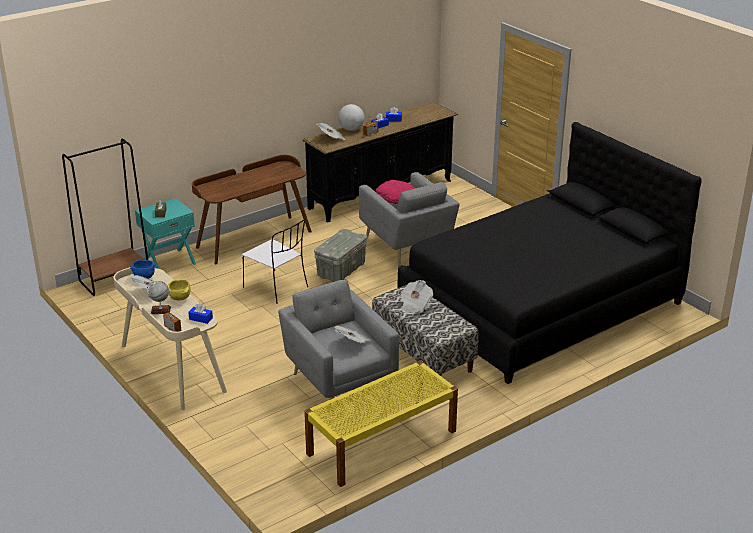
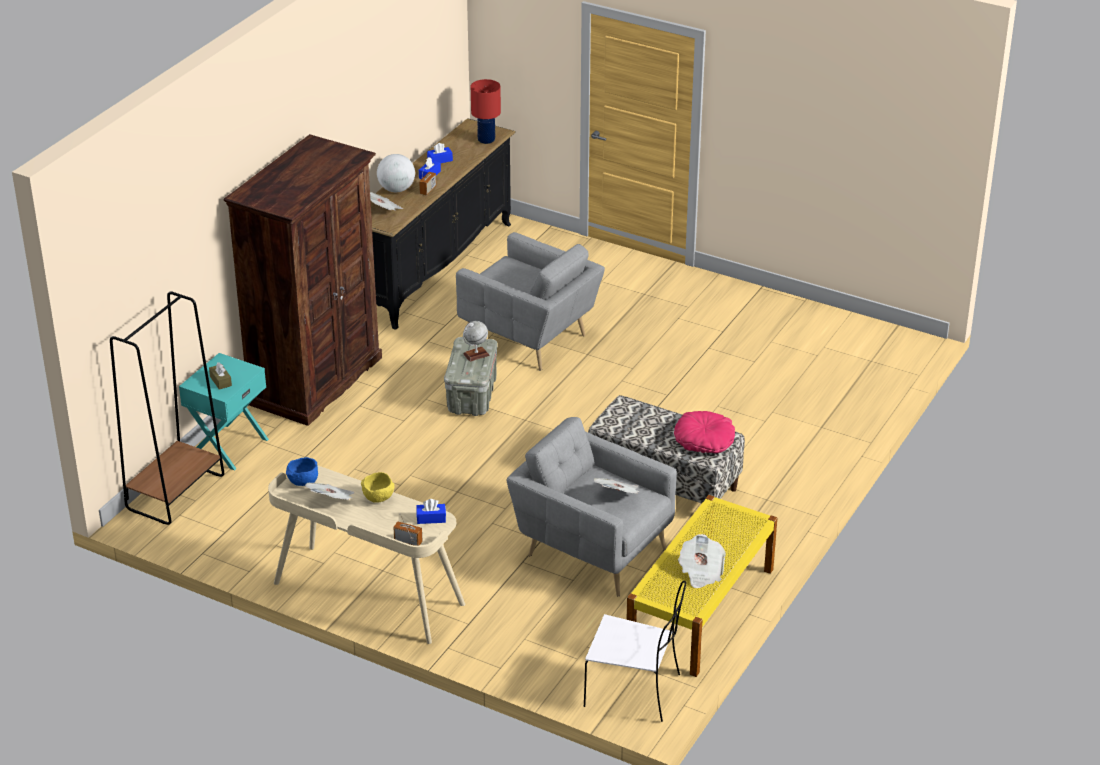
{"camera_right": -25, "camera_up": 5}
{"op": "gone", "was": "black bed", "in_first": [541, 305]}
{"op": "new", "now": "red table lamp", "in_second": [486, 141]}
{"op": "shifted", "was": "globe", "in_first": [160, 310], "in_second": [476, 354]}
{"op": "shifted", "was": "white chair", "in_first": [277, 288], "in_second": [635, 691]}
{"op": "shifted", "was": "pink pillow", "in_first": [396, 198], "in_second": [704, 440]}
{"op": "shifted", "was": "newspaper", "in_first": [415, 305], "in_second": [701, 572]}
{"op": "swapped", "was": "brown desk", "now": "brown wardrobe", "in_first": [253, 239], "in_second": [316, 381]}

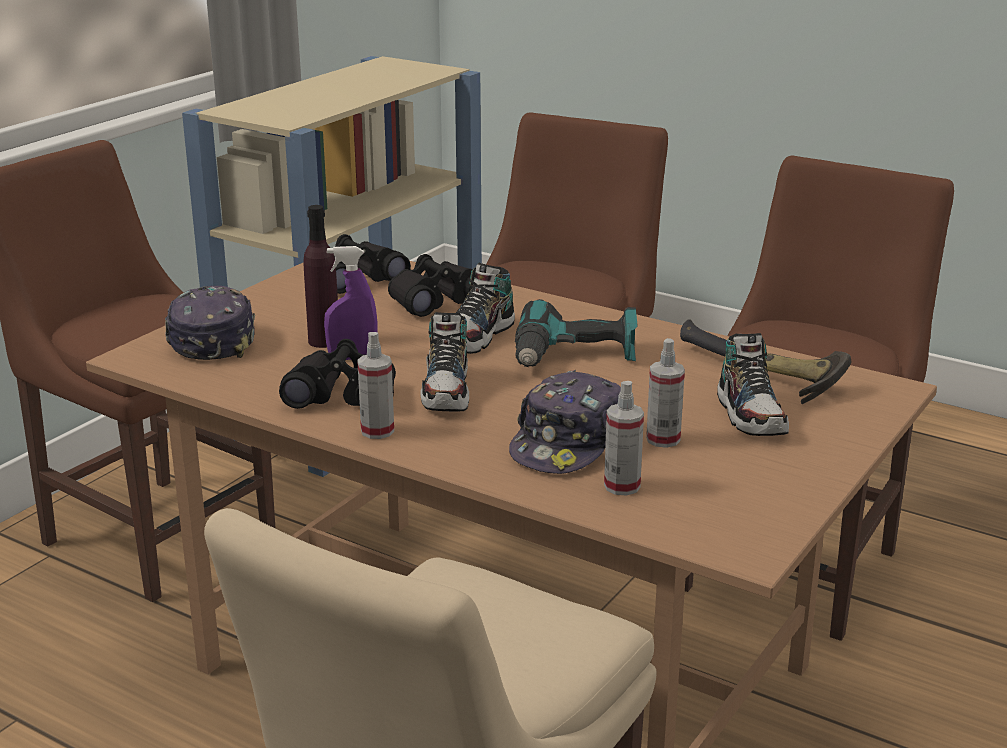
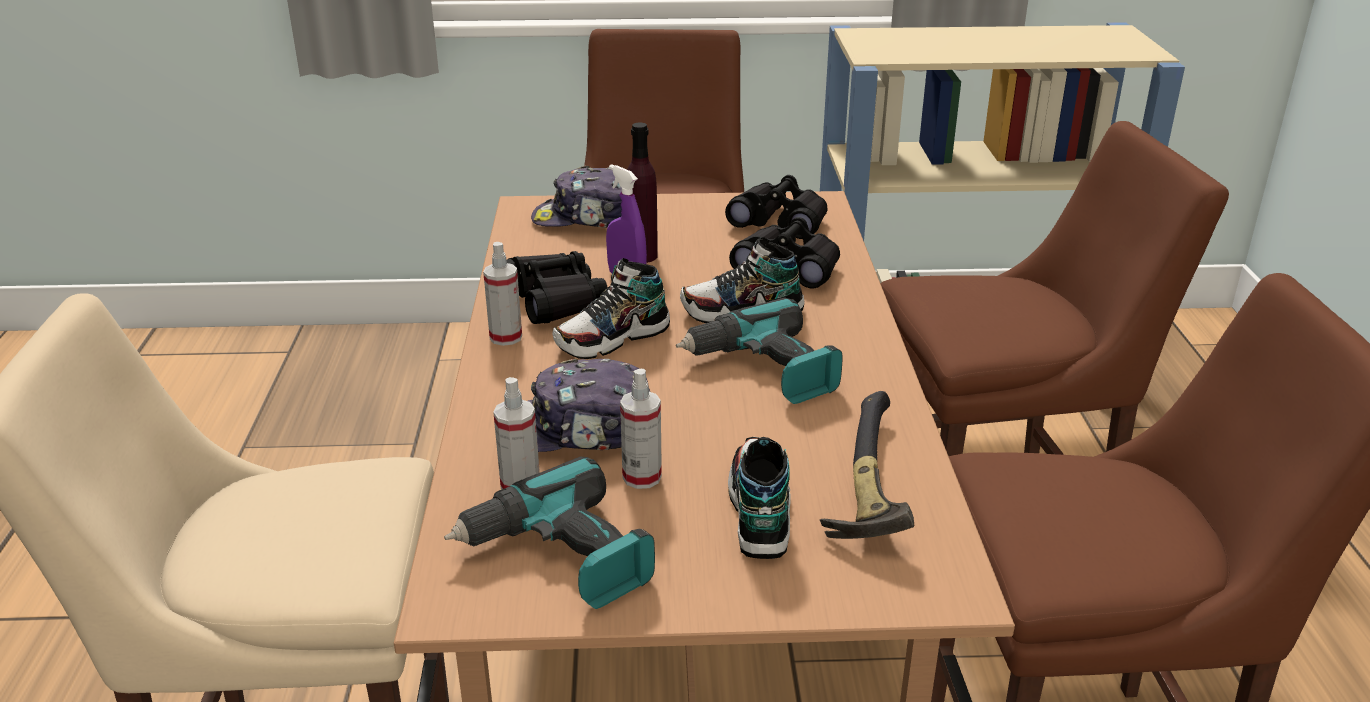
{"camera_right": 55, "camera_up": 5}
{"op": "new", "now": "power drill", "in_second": [560, 558]}
{"op": "rotated", "was": "cap", "in_first": [211, 339], "in_second": [588, 218], "clockwise": -135}
{"op": "rotated", "was": "shoe", "in_first": [750, 415], "in_second": [758, 511], "clockwise": 135}

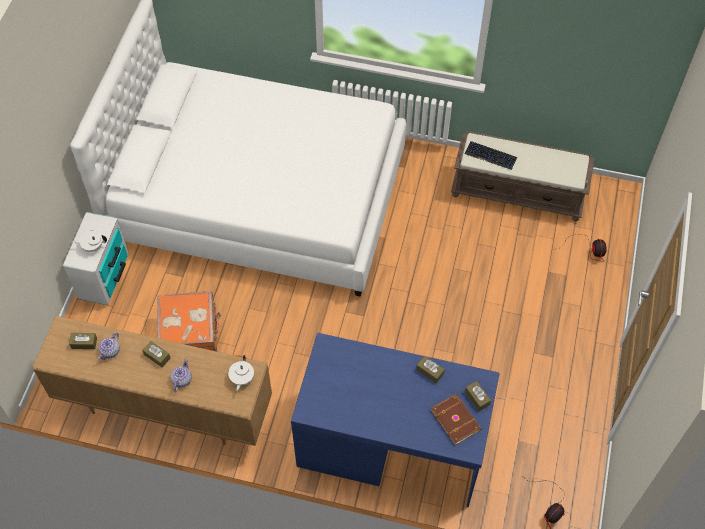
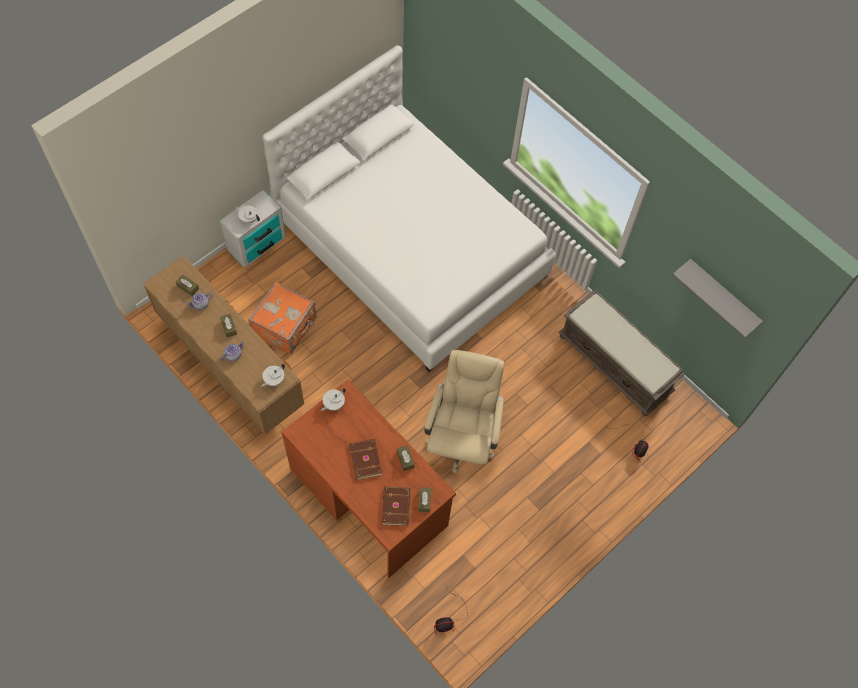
{"camera_right": 30, "camera_up": 5}
{"op": "gone", "was": "keyboard", "in_first": [490, 156]}
{"op": "new", "now": "white teapot", "in_second": [333, 404]}
{"op": "new", "now": "brown book", "in_second": [364, 460]}
{"op": "new", "now": "beige office chair", "in_second": [461, 441]}
{"op": "new", "now": "grey shelf", "in_second": [722, 296]}
{"op": "repainted", "was": "blue desk", "now": "brown desk", "in_first": [391, 443], "in_second": [369, 495]}

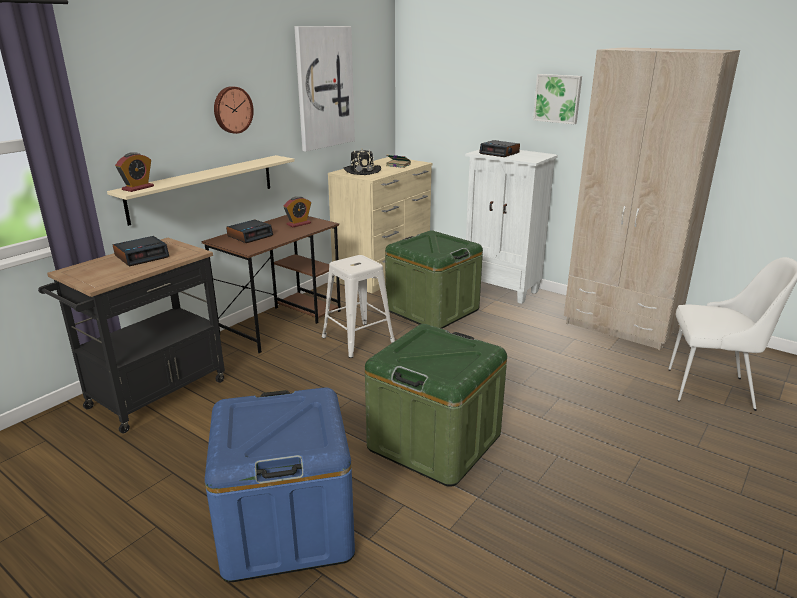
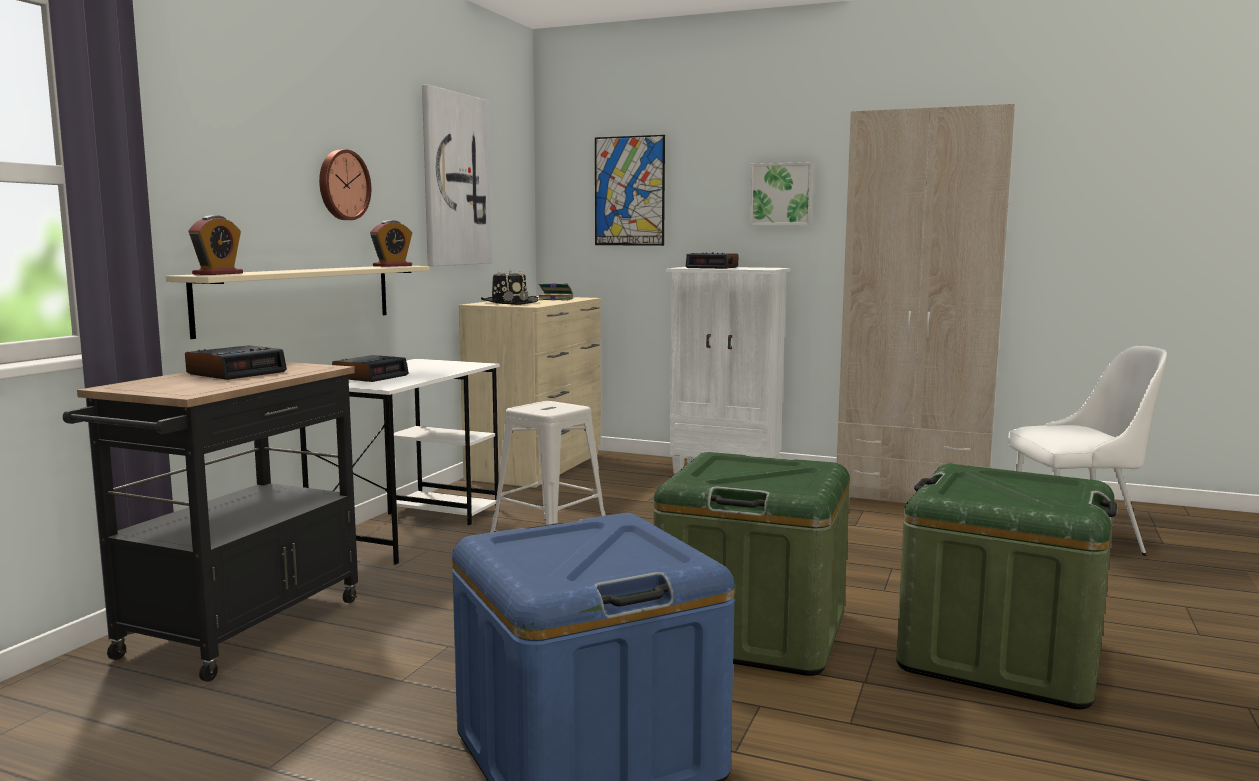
{"camera_right": -15, "camera_up": -15}
{"op": "new", "now": "picture", "in_second": [629, 191]}
{"op": "shifted", "was": "alarm clock", "in_first": [298, 224], "in_second": [392, 266]}
{"op": "shifted", "was": "green storage box", "in_first": [432, 310], "in_second": [1000, 656]}
{"op": "repainted", "was": "brown desk", "now": "white desk", "in_first": [282, 322], "in_second": [410, 527]}

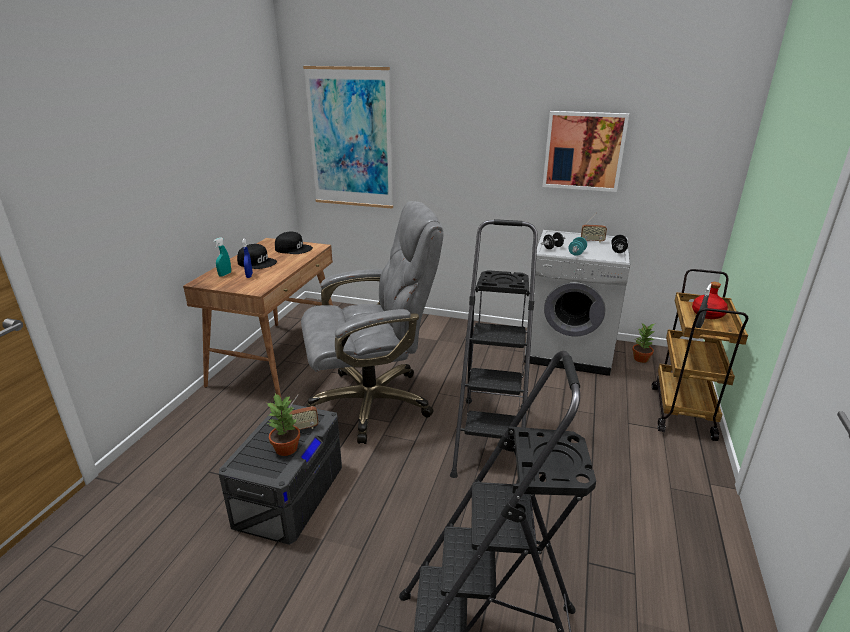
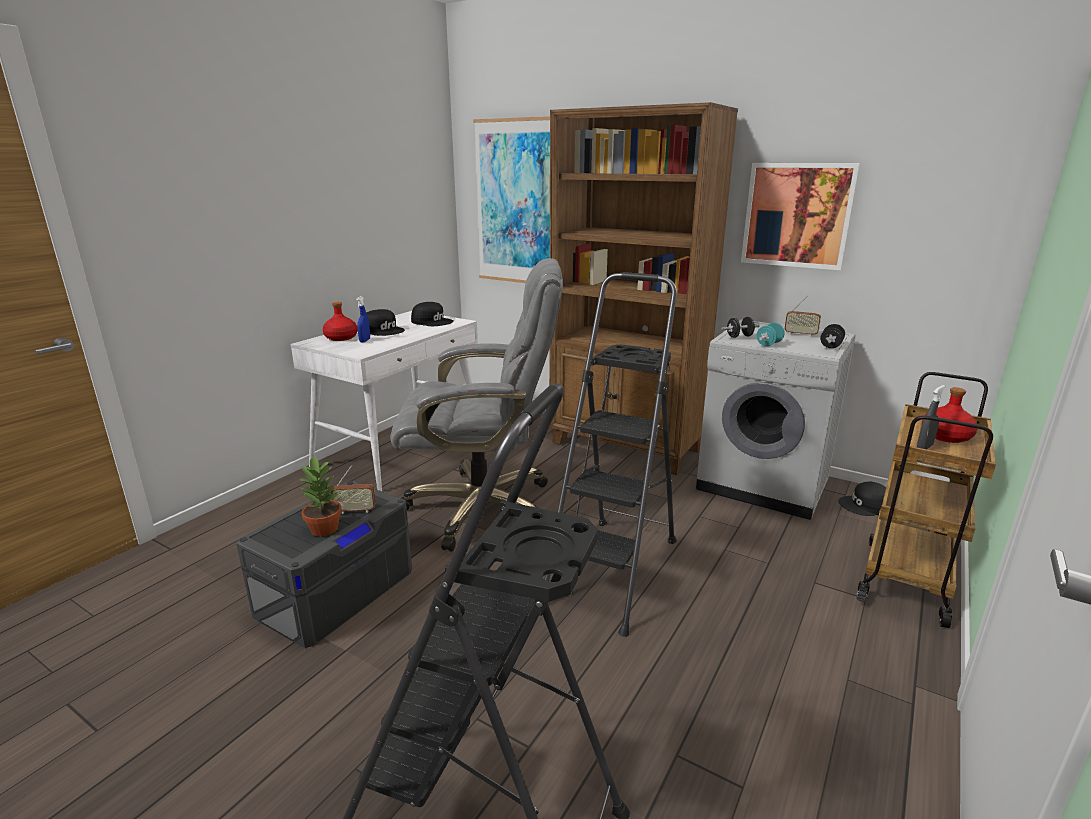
{"camera_right": 15, "camera_up": -5}
{"op": "new", "now": "brown bookcase", "in_second": [626, 446]}
{"op": "swapped", "was": "turquoise spray bottle", "now": "red bottle", "in_first": [225, 274], "in_second": [340, 338]}
{"op": "swapped", "was": "potted plant", "now": "black cap", "in_first": [641, 359], "in_second": [866, 506]}
{"op": "repainted", "was": "brown desk", "now": "white desk", "in_first": [277, 359], "in_second": [401, 449]}

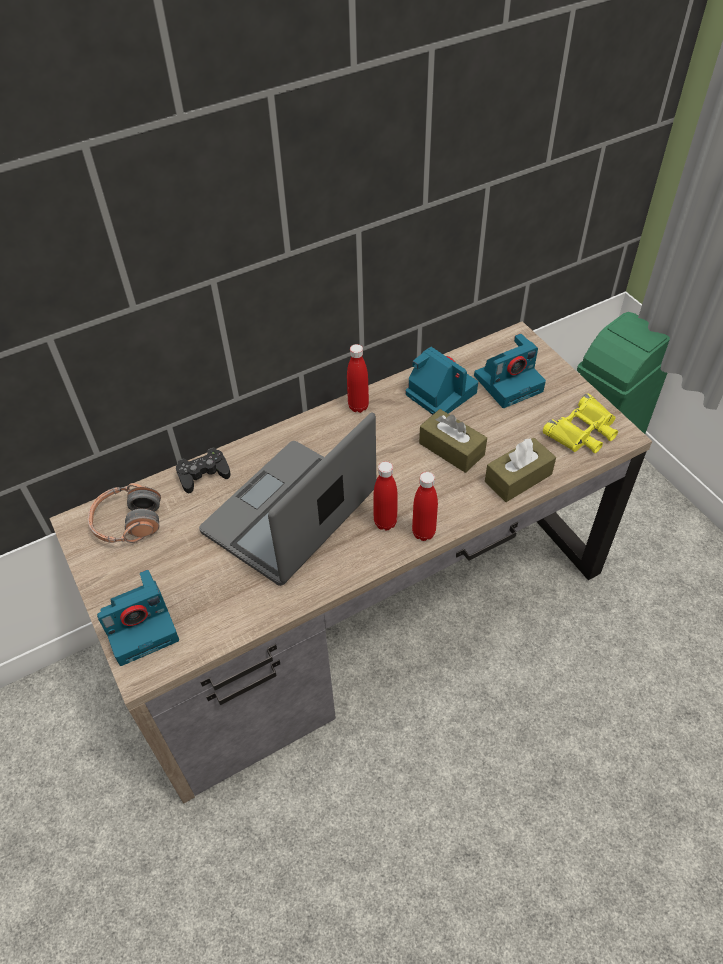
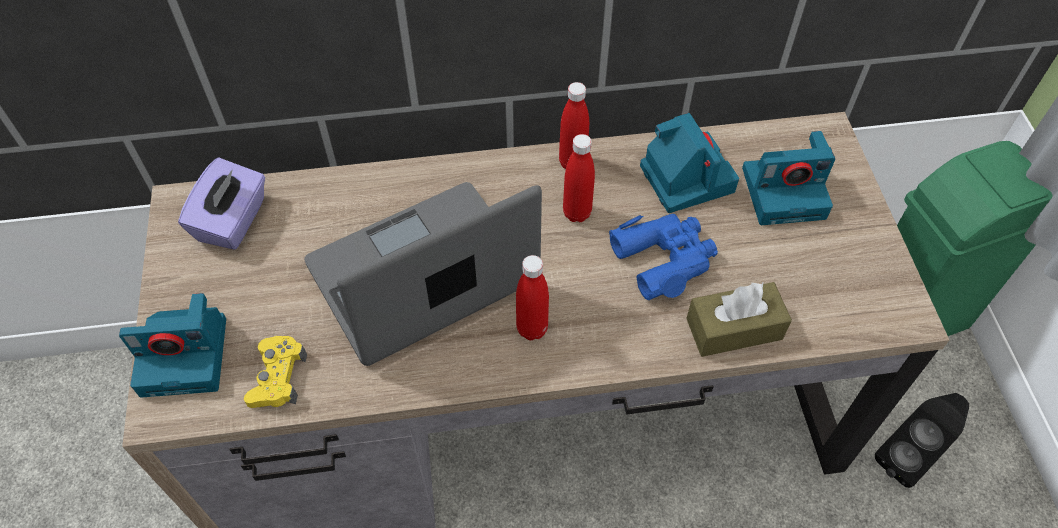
{"camera_right": 20, "camera_up": 5}
{"op": "gone", "was": "black game controller", "in_first": [203, 474]}
{"op": "gone", "was": "yellow binoculars", "in_first": [583, 431]}
{"op": "new", "now": "yellow game controller", "in_second": [277, 377]}
{"op": "new", "now": "black speaker", "in_second": [907, 456]}
{"op": "shifted", "was": "red bottle", "in_first": [423, 533], "in_second": [577, 213]}
{"op": "swapped", "was": "headphones", "now": "purple tissue box", "in_first": [128, 522], "in_second": [233, 221]}
{"op": "swapped", "was": "brown tissue box", "now": "blue binoculars", "in_first": [451, 449], "in_second": [664, 259]}

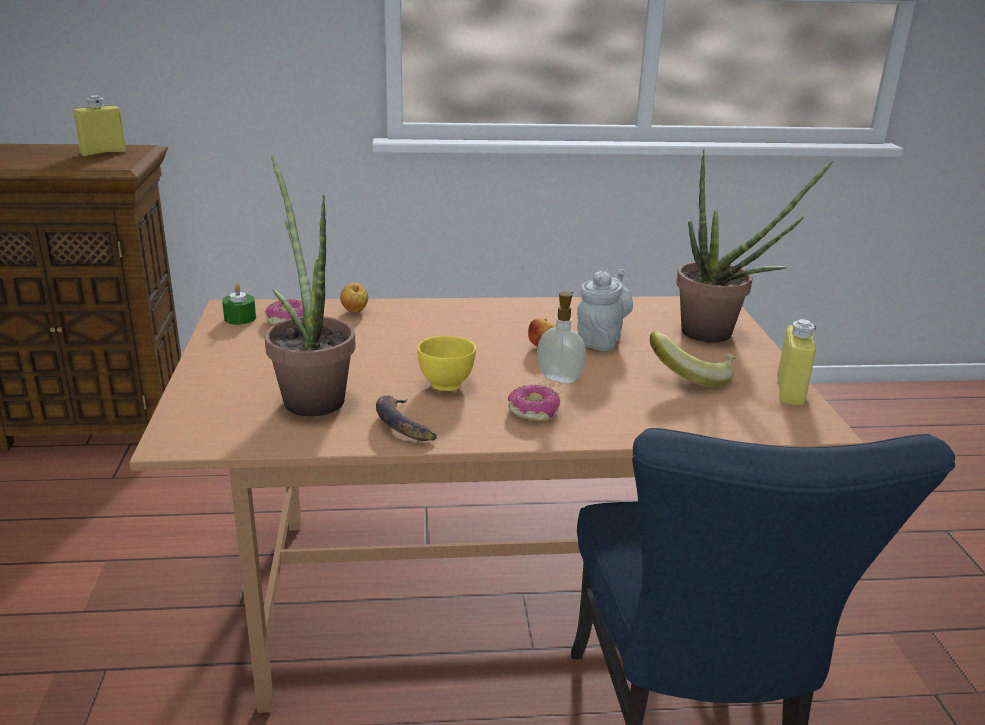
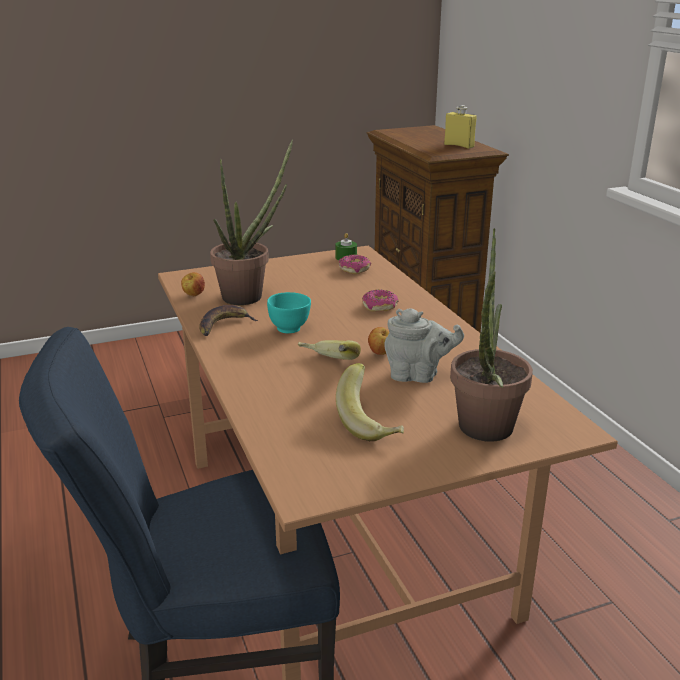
{"camera_right": 75, "camera_up": 0}
{"op": "gone", "was": "yellow bottle", "in_first": [790, 391]}
{"op": "shifted", "was": "apple", "in_first": [355, 312], "in_second": [193, 295]}
{"op": "shifted", "was": "donut", "in_first": [534, 411], "in_second": [380, 306]}
{"op": "swapped", "was": "soap dispenser", "now": "banana", "in_first": [560, 378], "in_second": [327, 366]}
{"op": "repainted", "was": "yellow bowl", "now": "turquoise bowl", "in_first": [446, 384], "in_second": [289, 329]}

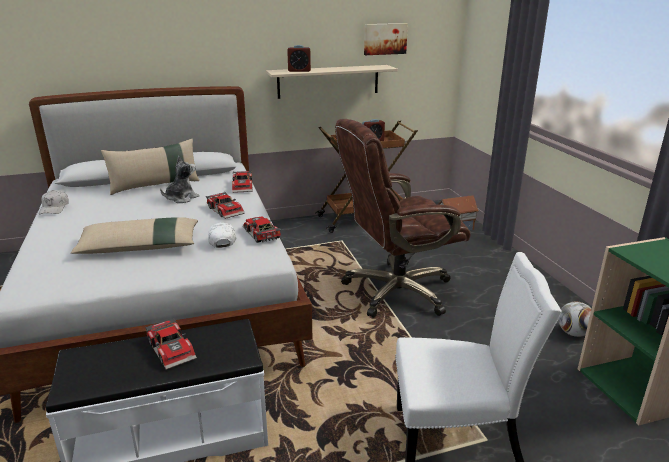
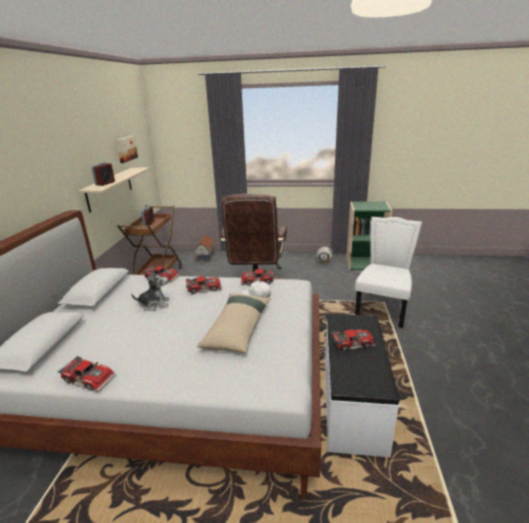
{"camera_right": -65, "camera_up": 0}
{"op": "gone", "was": "beige pillow", "in_first": [155, 185]}
{"op": "swapped", "was": "white cap", "now": "toy car", "in_first": [54, 208], "in_second": [90, 378]}
{"op": "rotated", "was": "plush toy", "in_first": [181, 198], "in_second": [154, 304], "clockwise": 105}

